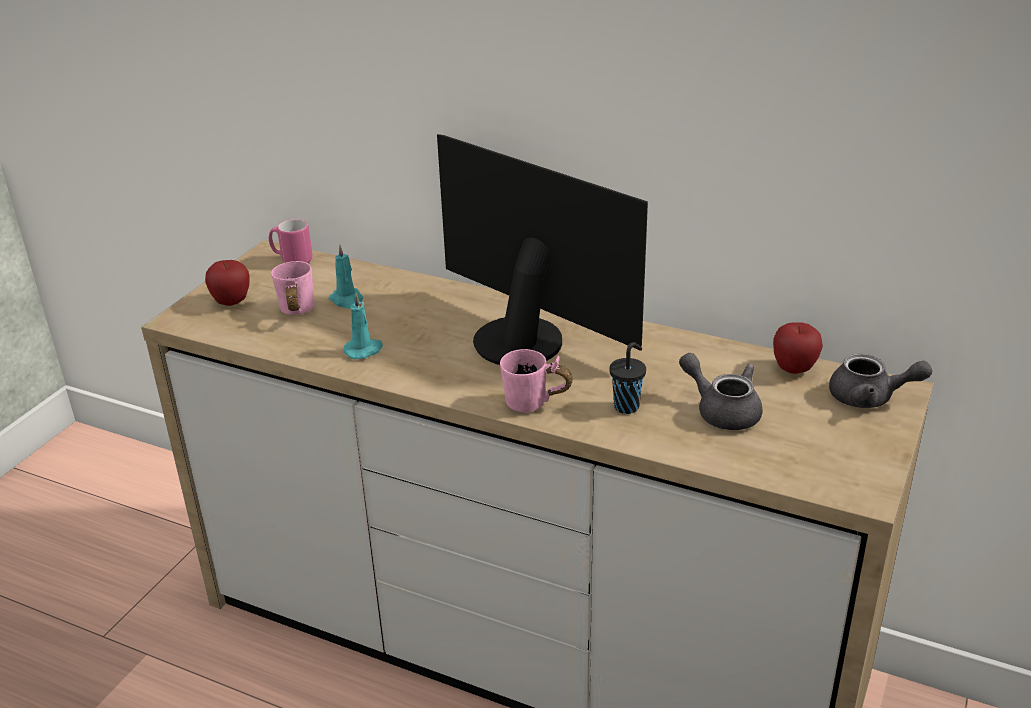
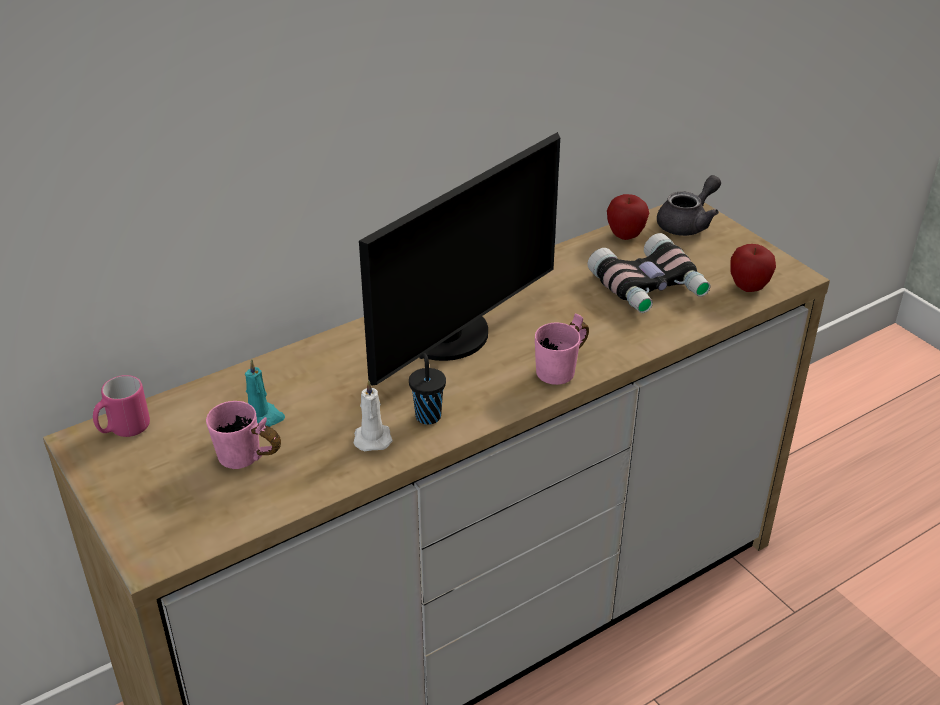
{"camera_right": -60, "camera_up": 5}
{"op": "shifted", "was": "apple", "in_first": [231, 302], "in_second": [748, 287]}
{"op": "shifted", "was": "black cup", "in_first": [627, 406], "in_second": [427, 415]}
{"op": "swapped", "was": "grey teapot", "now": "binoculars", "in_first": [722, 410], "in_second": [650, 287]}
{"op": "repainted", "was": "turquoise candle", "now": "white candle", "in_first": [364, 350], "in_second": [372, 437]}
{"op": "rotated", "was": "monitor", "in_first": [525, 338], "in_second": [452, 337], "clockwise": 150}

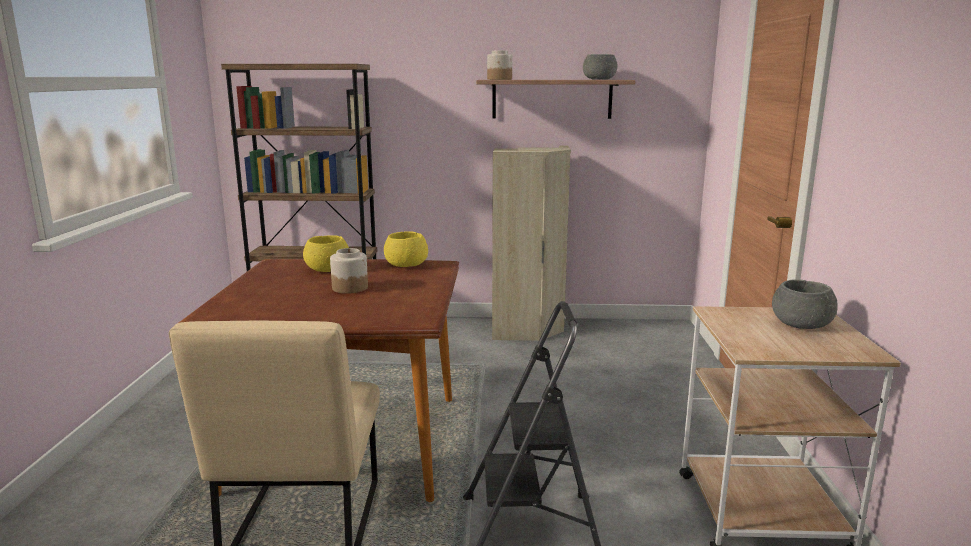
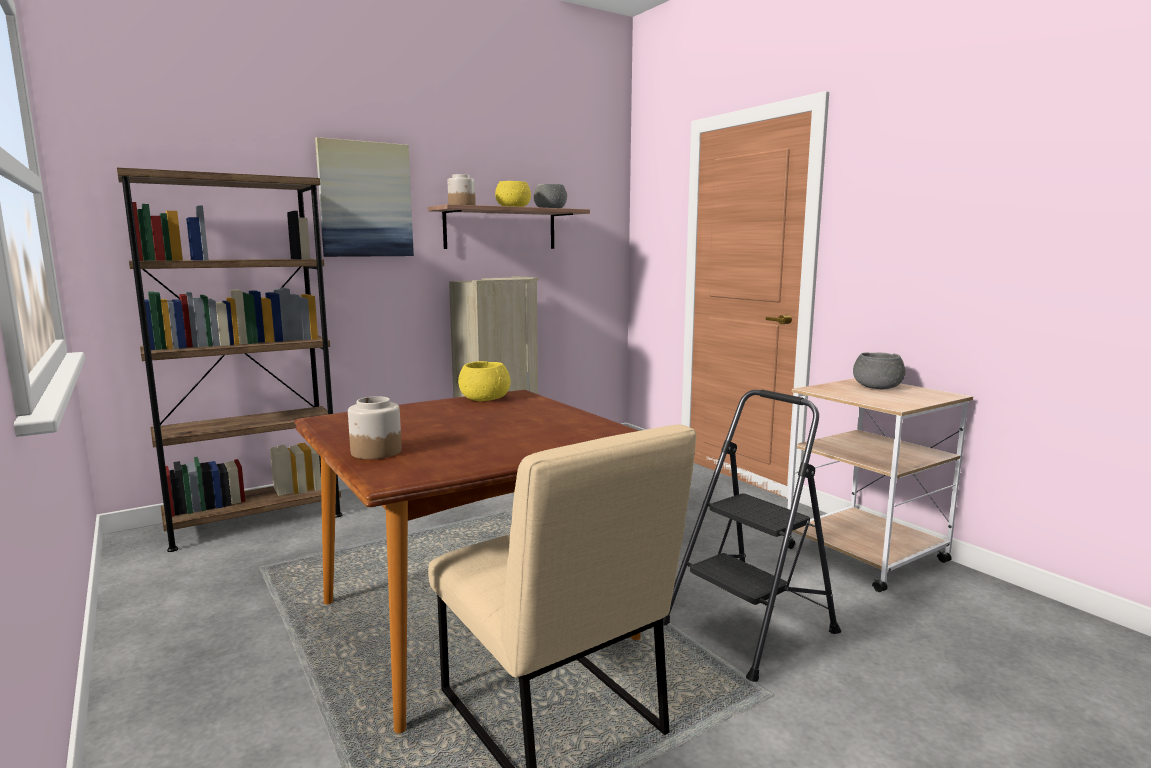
{"camera_right": -35, "camera_up": -5}
{"op": "new", "now": "picture", "in_second": [365, 200]}
{"op": "shifted", "was": "yellow bowl", "in_first": [328, 269], "in_second": [513, 207]}
{"op": "shifted", "was": "jar", "in_first": [350, 288], "in_second": [376, 452]}

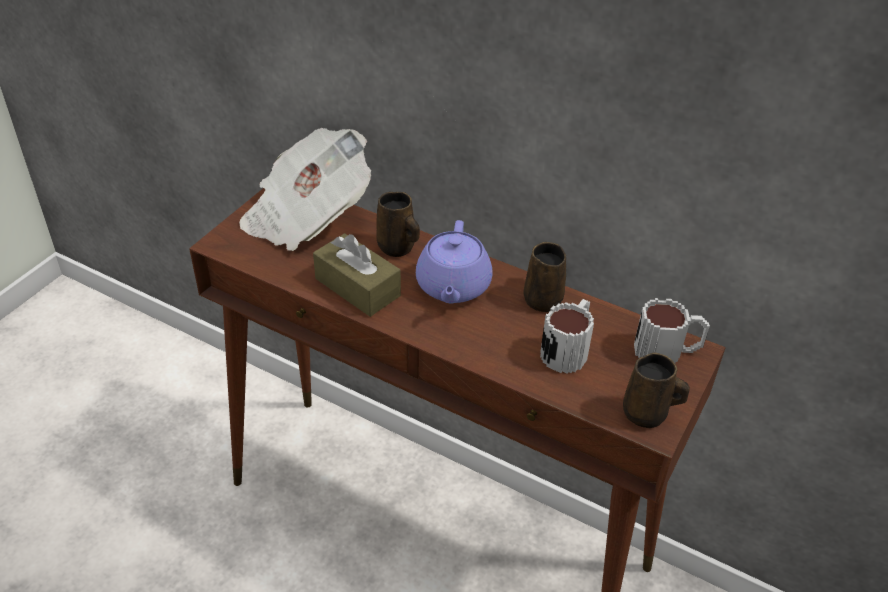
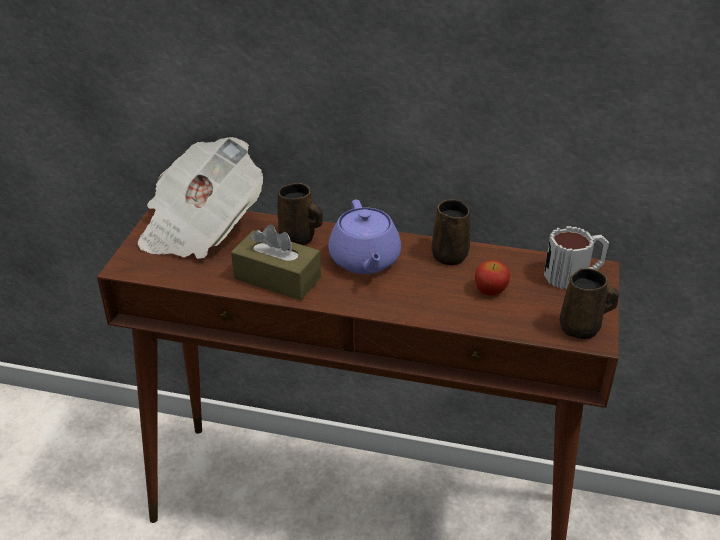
{"camera_right": -15, "camera_up": -5}
{"op": "swapped", "was": "mug", "now": "apple", "in_first": [568, 349], "in_second": [490, 290]}

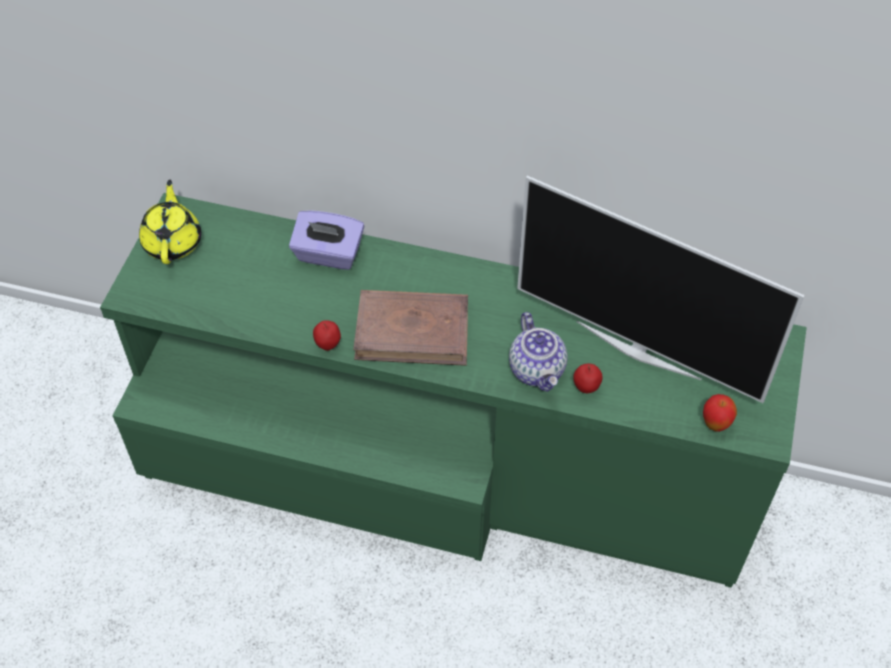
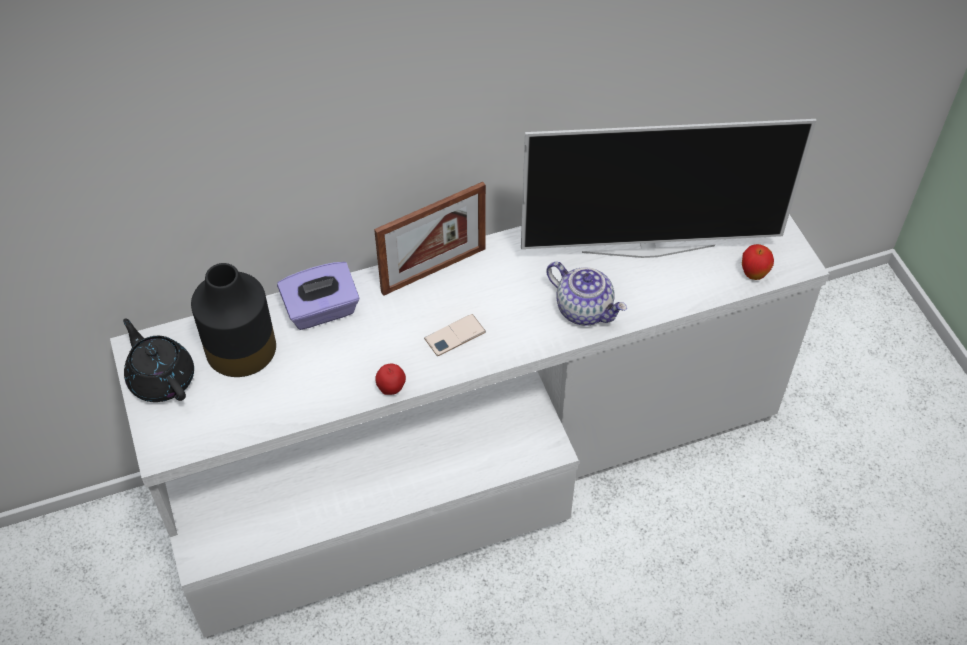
{"camera_right": -35, "camera_up": 0}
{"op": "gone", "was": "apple", "in_first": [586, 388]}
{"op": "new", "now": "black vase", "in_second": [240, 348]}
{"op": "new", "now": "picture frame", "in_second": [433, 270]}
{"op": "swapped", "was": "brown book", "now": "phone", "in_first": [413, 331], "in_second": [455, 335]}
{"op": "repainted", "was": "green tv stand", "now": "white tv stand", "in_first": [437, 470], "in_second": [470, 468]}
{"op": "repainted", "was": "yellow teapot", "now": "black teapot", "in_first": [173, 242], "in_second": [161, 378]}

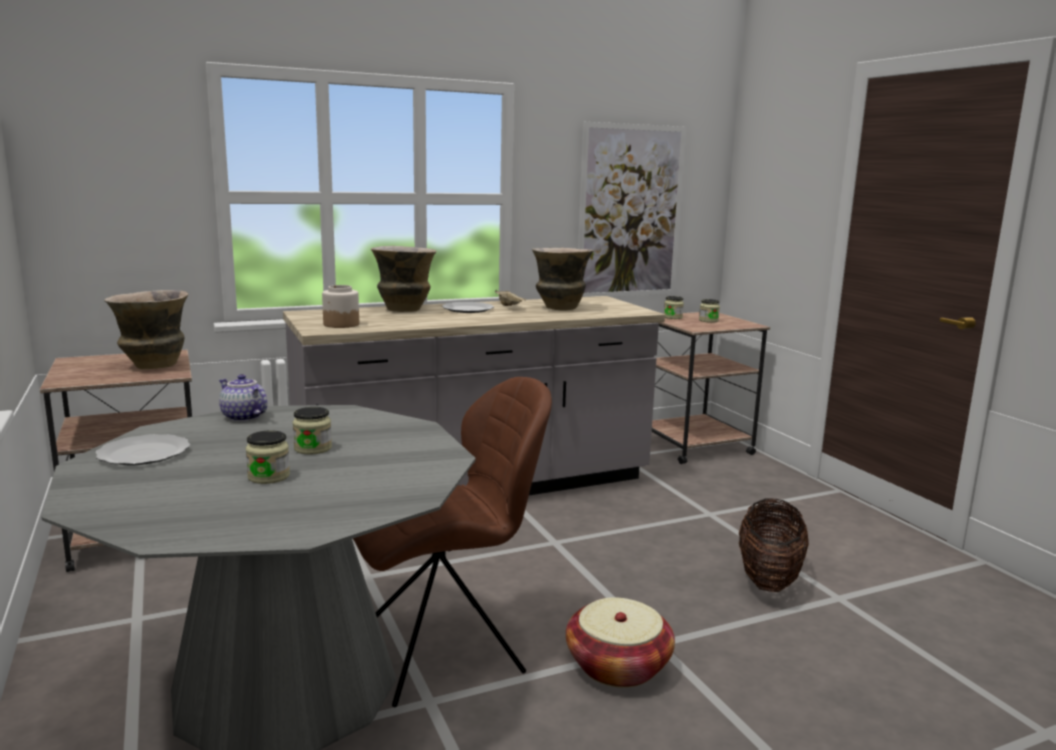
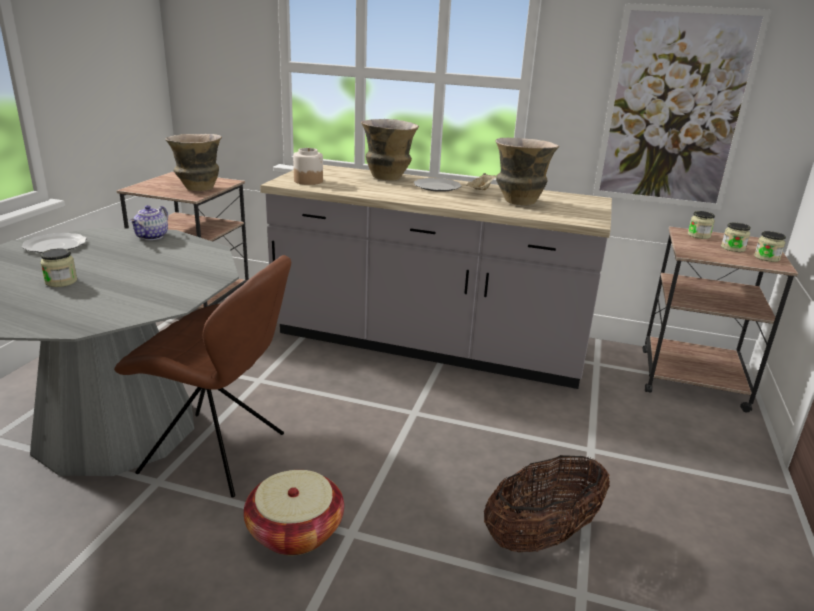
{"camera_right": 40, "camera_up": 10}
{"op": "shifted", "was": "jar", "in_first": [313, 448], "in_second": [766, 258]}
{"op": "rotated", "was": "teapot", "in_first": [242, 417], "in_second": [152, 237], "clockwise": -150}

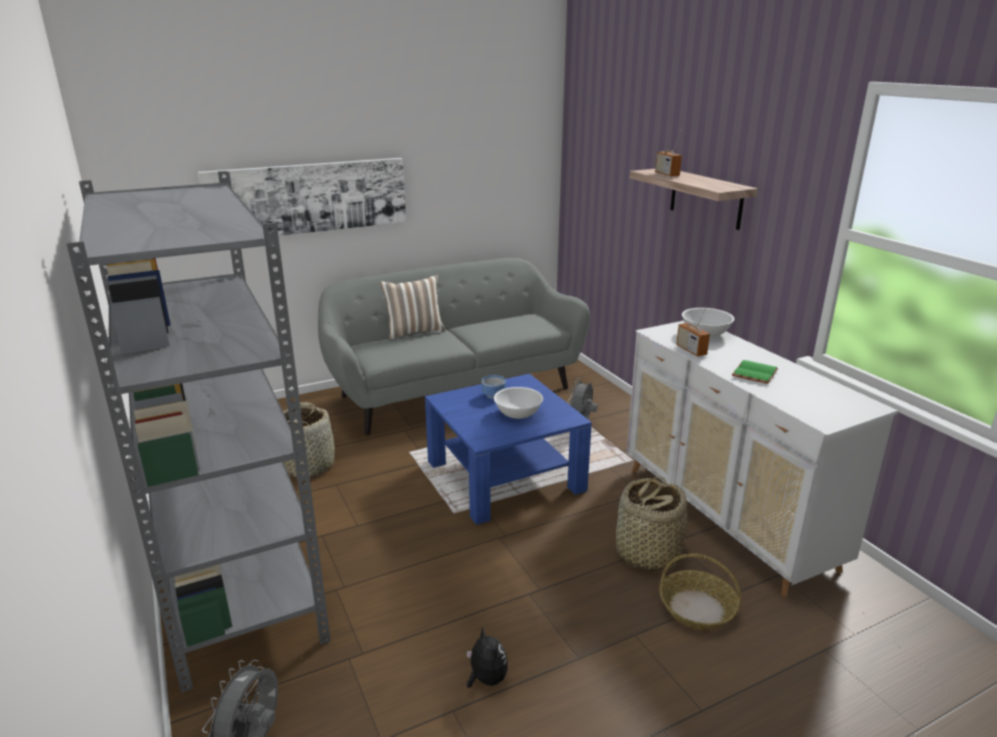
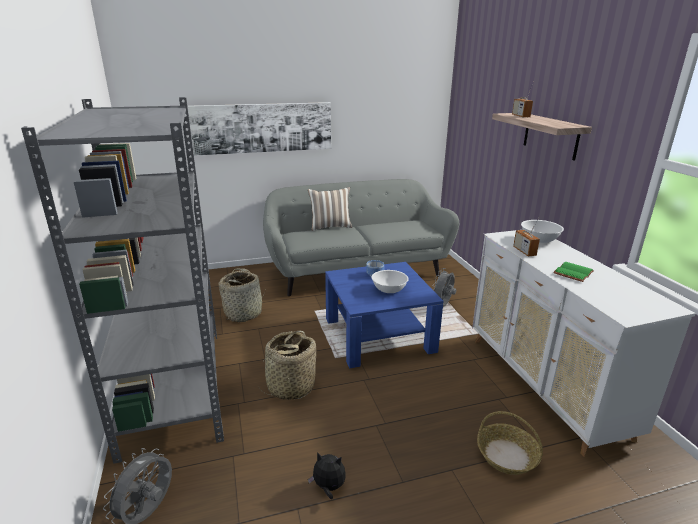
{"camera_right": 10, "camera_up": 0}
{"op": "shifted", "was": "basket", "in_first": [647, 553], "in_second": [290, 386]}
{"op": "rotated", "was": "plush toy", "in_first": [486, 679], "in_second": [328, 487], "clockwise": -60}

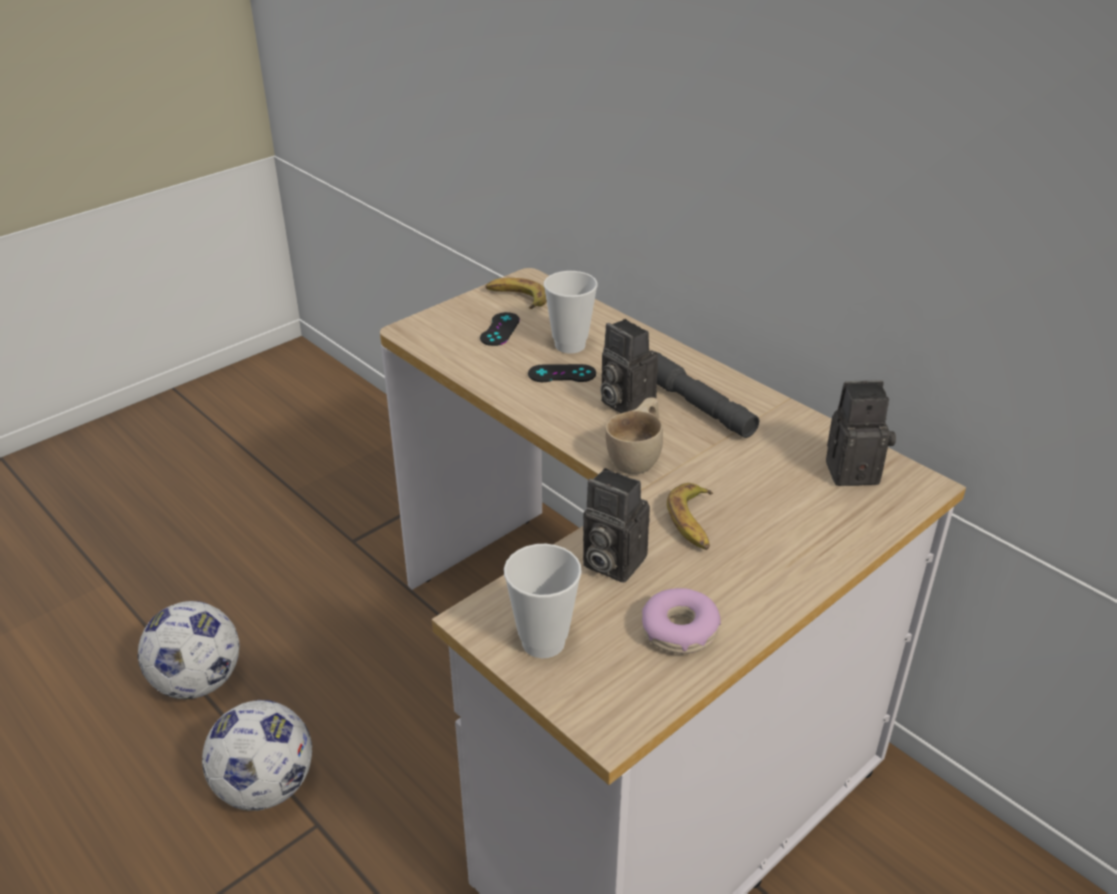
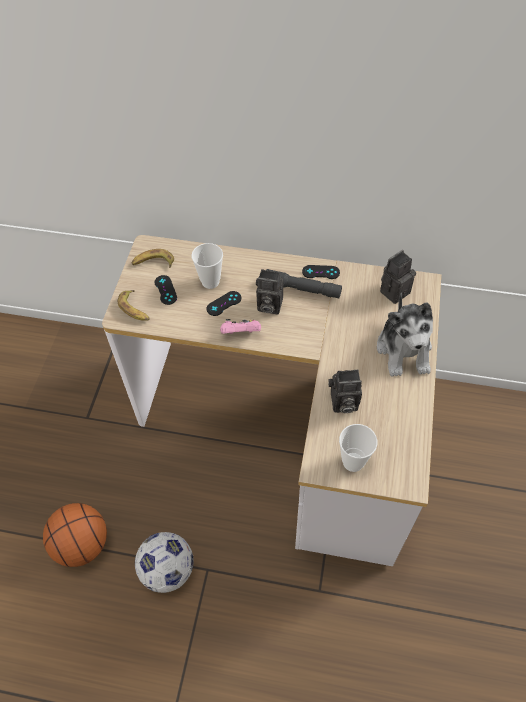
{"camera_right": -35, "camera_up": 20}
{"op": "gone", "was": "beige cup", "in_first": [639, 456]}
{"op": "gone", "was": "donut", "in_first": [679, 631]}
{"op": "new", "now": "pink game controller", "in_second": [241, 333]}
{"op": "new", "now": "black game controller", "in_second": [321, 272]}
{"op": "new", "now": "plush toy", "in_second": [404, 349]}
{"op": "shifted", "was": "banana", "in_first": [693, 523], "in_second": [135, 309]}
{"op": "swapped", "was": "football", "now": "basketball", "in_first": [198, 681], "in_second": [82, 544]}

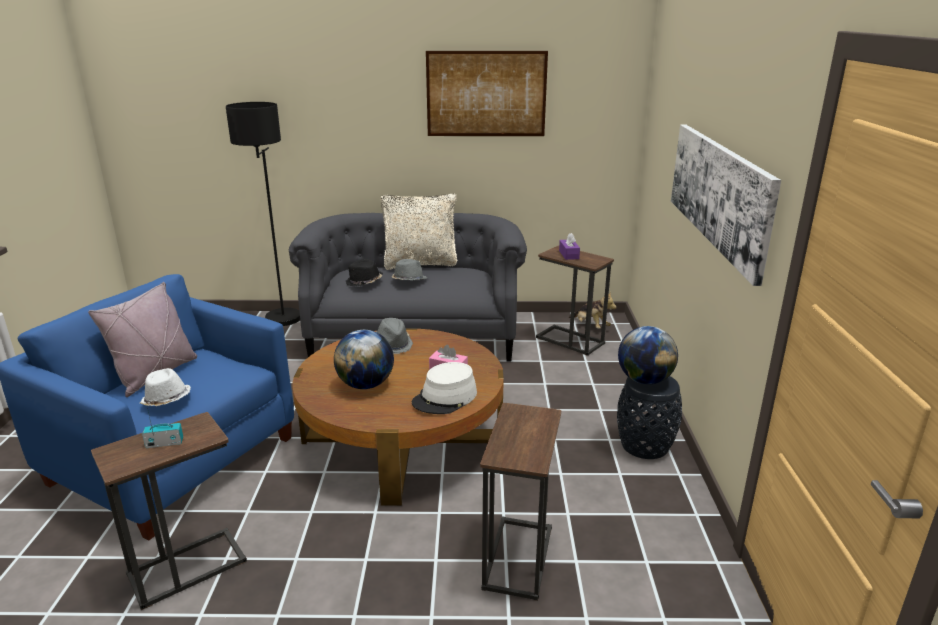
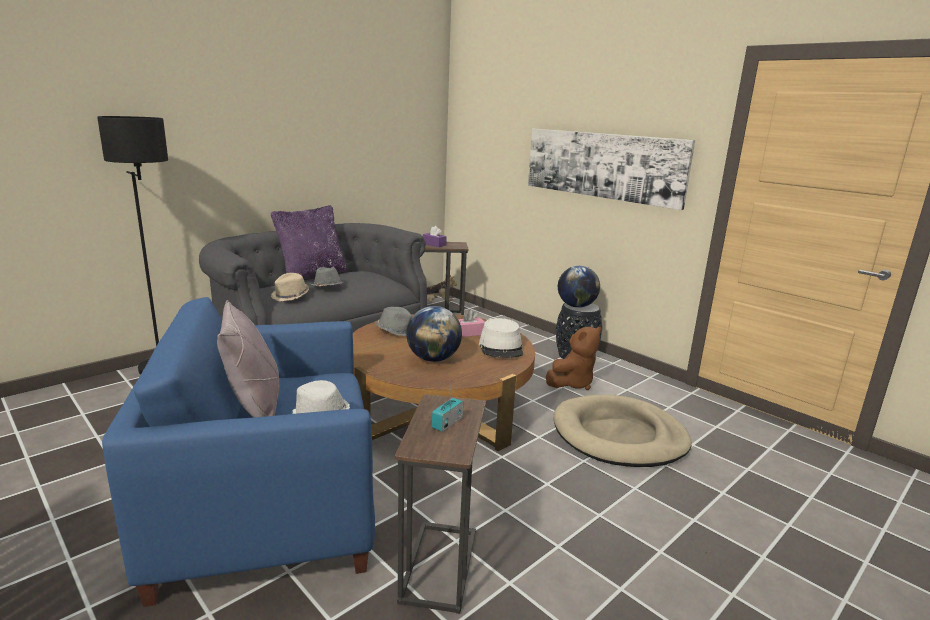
{"camera_right": -45, "camera_up": -5}
{"op": "gone", "was": "picture", "in_first": [486, 94]}
{"op": "new", "now": "brown plush toy", "in_second": [572, 383]}
{"op": "swapped", "was": "brown side table", "now": "beige dog bed", "in_first": [519, 558], "in_second": [619, 436]}
{"op": "repainted", "was": "black hat", "now": "beige hat", "in_first": [364, 282], "in_second": [290, 296]}
{"op": "repainted", "was": "beige pillow", "now": "purple pillow", "in_first": [421, 265], "in_second": [313, 276]}

